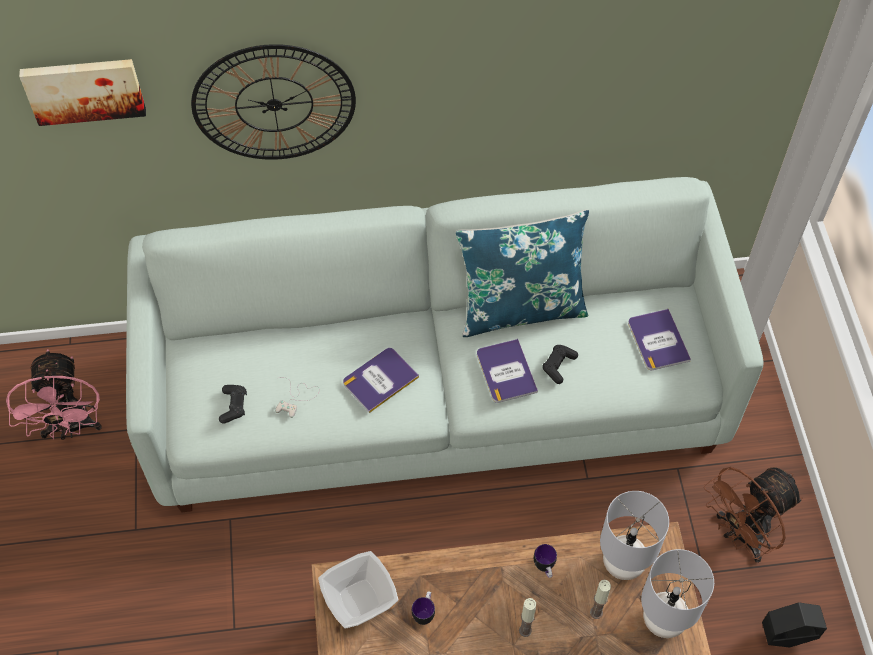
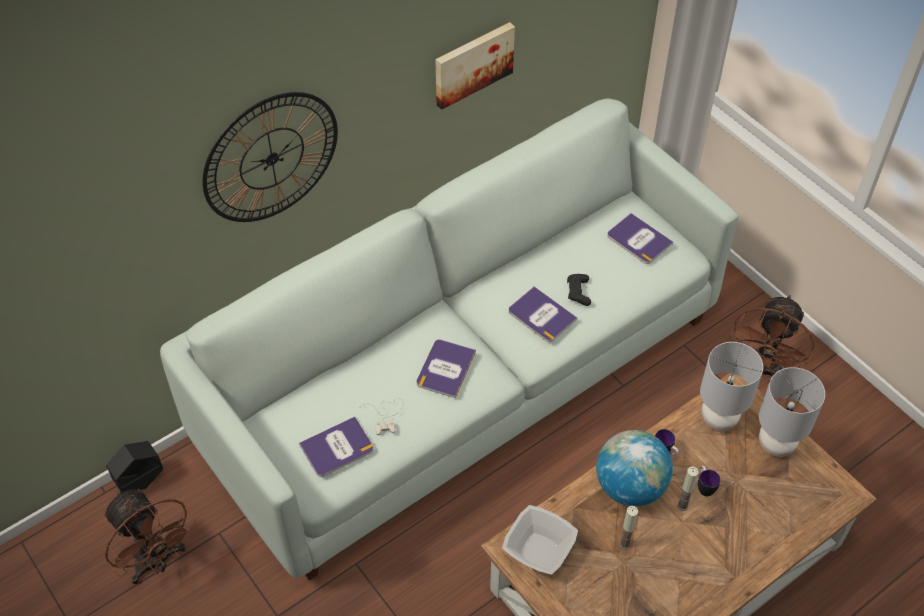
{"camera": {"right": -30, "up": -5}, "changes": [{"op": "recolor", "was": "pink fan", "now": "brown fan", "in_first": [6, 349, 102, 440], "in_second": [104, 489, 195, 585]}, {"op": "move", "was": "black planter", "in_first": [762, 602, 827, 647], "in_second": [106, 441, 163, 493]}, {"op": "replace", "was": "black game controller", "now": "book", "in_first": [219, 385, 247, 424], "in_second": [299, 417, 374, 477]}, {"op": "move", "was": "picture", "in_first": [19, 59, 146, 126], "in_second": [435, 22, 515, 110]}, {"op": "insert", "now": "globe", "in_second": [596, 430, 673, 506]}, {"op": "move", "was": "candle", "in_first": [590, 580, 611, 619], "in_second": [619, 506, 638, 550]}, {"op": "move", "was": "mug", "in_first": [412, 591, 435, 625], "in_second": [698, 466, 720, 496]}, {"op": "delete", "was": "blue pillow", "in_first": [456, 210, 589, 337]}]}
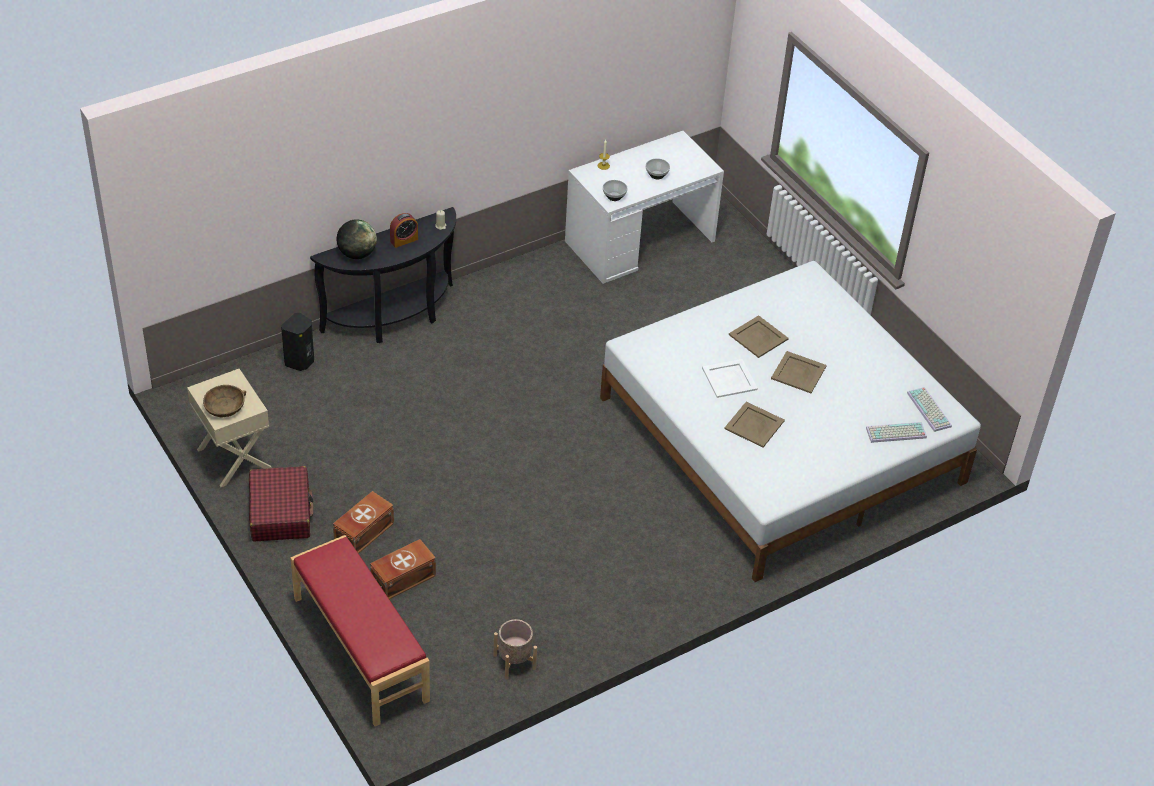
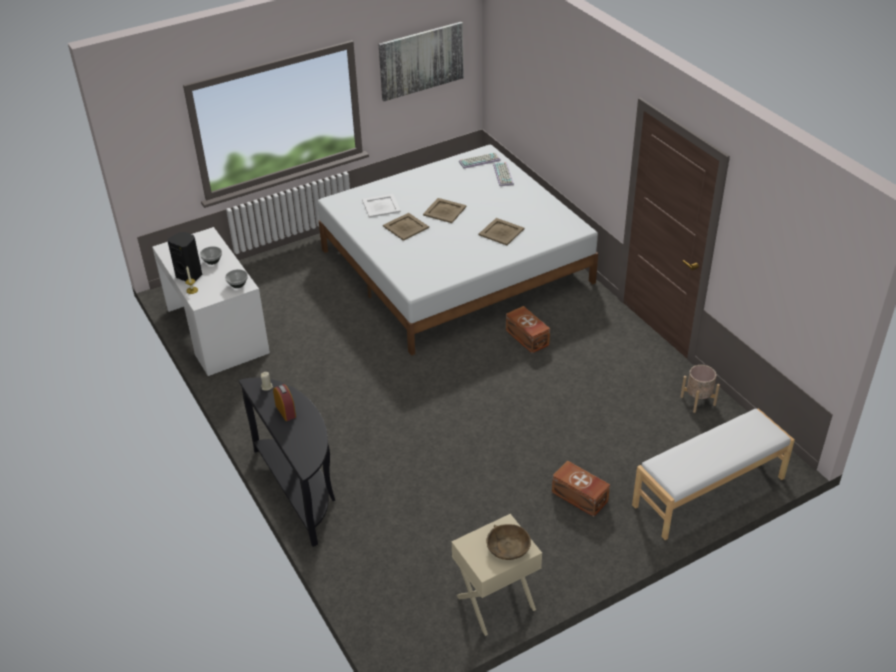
{"camera": {"right": -85, "up": -5}, "changes": [{"op": "move", "was": "black speaker", "in_first": [281, 313, 314, 371], "in_second": [168, 232, 203, 282]}, {"op": "move", "was": "white tray", "in_first": [702, 359, 758, 398], "in_second": [362, 194, 401, 218]}, {"op": "insert", "now": "picture", "in_second": [379, 22, 463, 101]}, {"op": "move", "was": "brown storage box", "in_first": [370, 539, 436, 599], "in_second": [506, 306, 550, 353]}, {"op": "recolor", "was": "red bench", "now": "white bench", "in_first": [290, 535, 430, 726], "in_second": [632, 408, 795, 540]}, {"op": "delete", "was": "red suitcase", "in_first": [249, 466, 313, 542]}, {"op": "delete", "was": "globe", "in_first": [337, 219, 377, 259]}]}
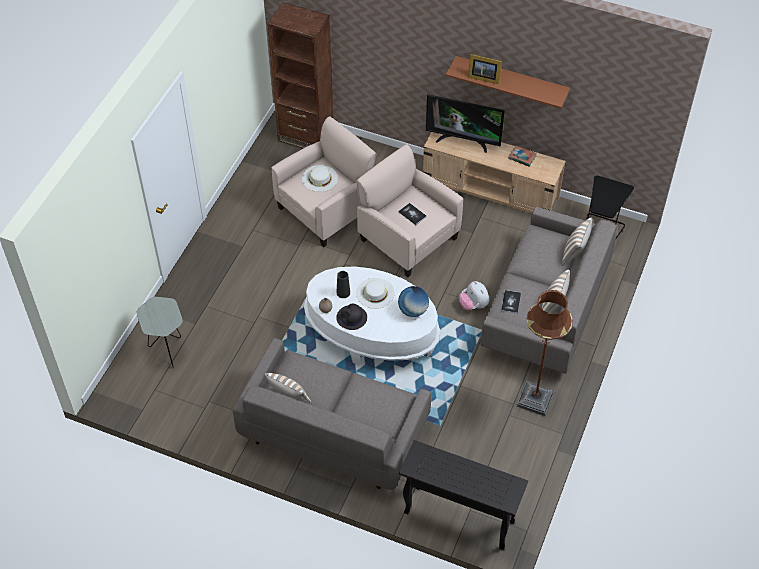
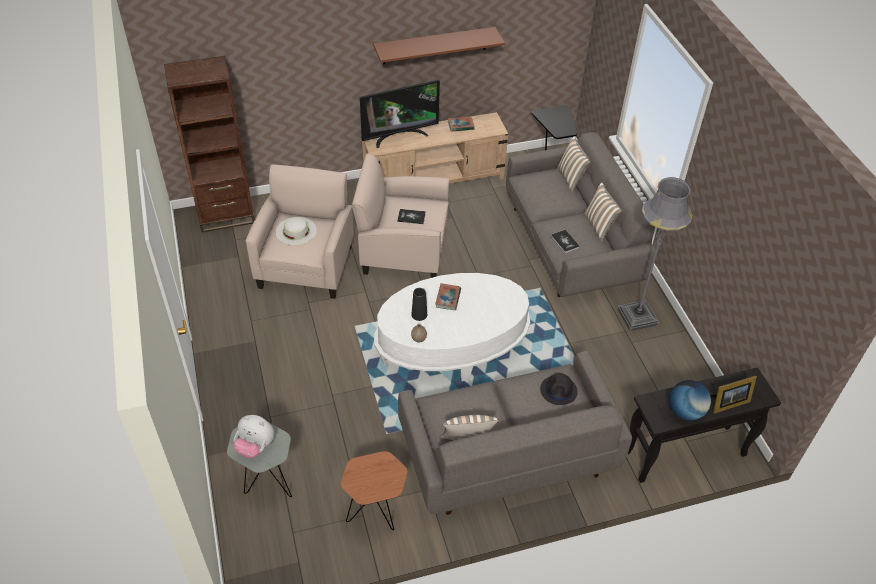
{"camera": {"right": -40, "up": -5}, "changes": [{"op": "move", "was": "plush toy", "in_first": [459, 281, 489, 310], "in_second": [233, 415, 275, 458]}, {"op": "insert", "now": "brown side table", "in_second": [341, 451, 408, 531]}, {"op": "replace", "was": "white hat", "now": "book", "in_first": [356, 278, 395, 309], "in_second": [435, 283, 461, 310]}, {"op": "move", "was": "black hat", "in_first": [336, 304, 367, 330], "in_second": [540, 373, 578, 405]}, {"op": "recolor", "was": "brown floor lamp", "now": "grey floor lamp", "in_first": [517, 290, 573, 416], "in_second": [617, 177, 692, 332]}, {"op": "move", "was": "globe", "in_first": [398, 286, 429, 317], "in_second": [669, 380, 711, 421]}, {"op": "move", "was": "picture frame", "in_first": [468, 54, 502, 84], "in_second": [710, 376, 757, 414]}]}
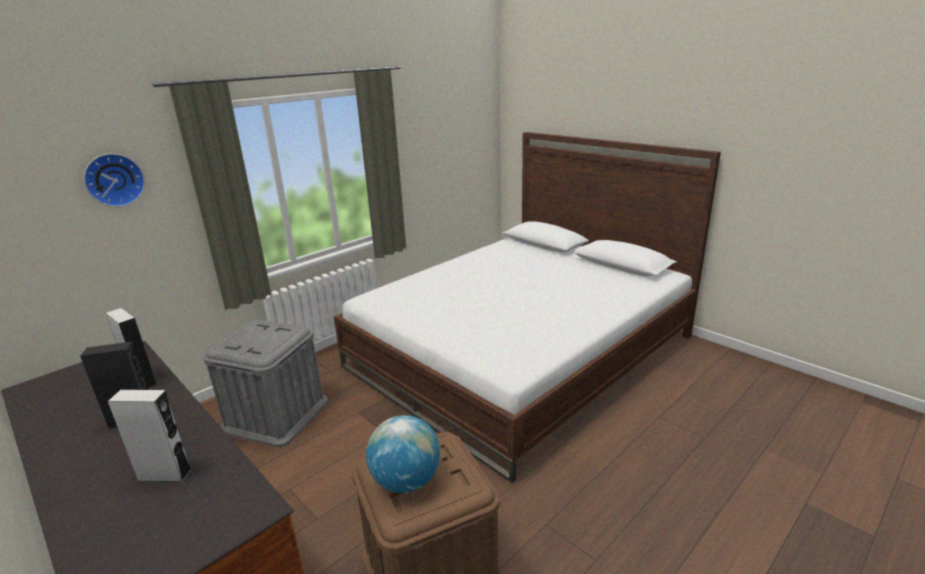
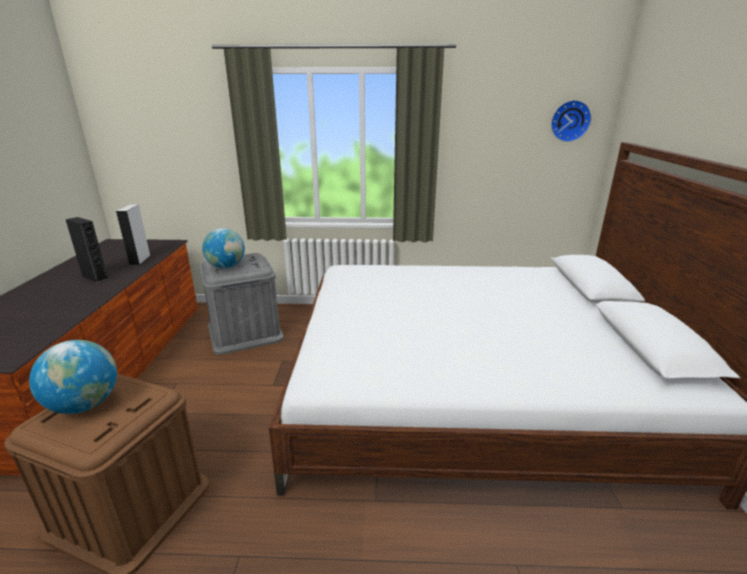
{"camera": {"right": 45, "up": 0}, "changes": [{"op": "insert", "now": "globe", "in_second": [202, 228, 245, 269]}, {"op": "move", "was": "wall clock", "in_first": [84, 153, 145, 207], "in_second": [551, 100, 592, 142]}, {"op": "delete", "was": "grey speaker", "in_first": [108, 390, 192, 482]}]}
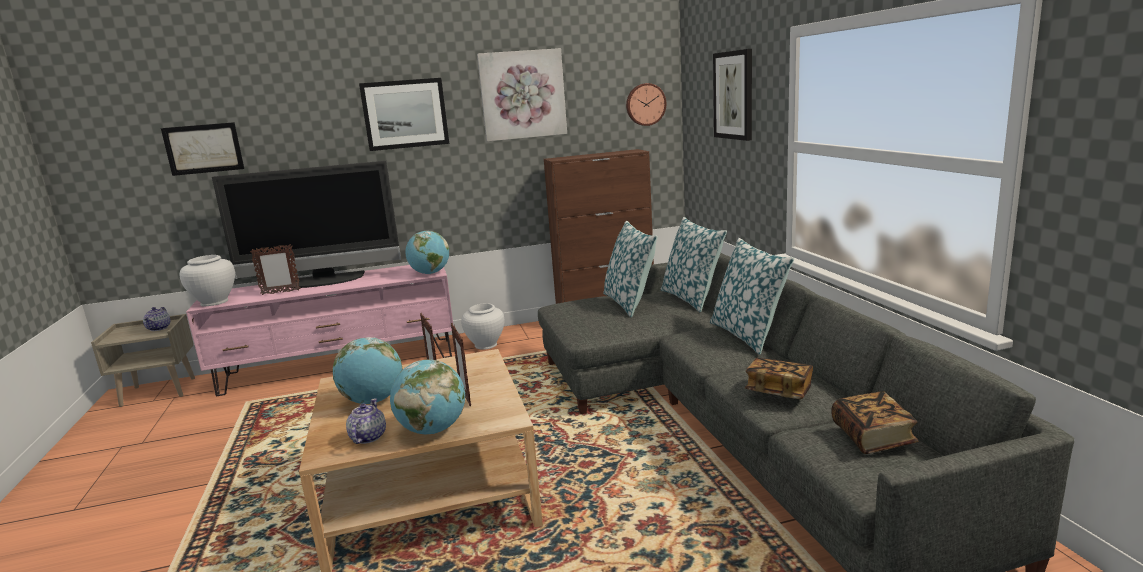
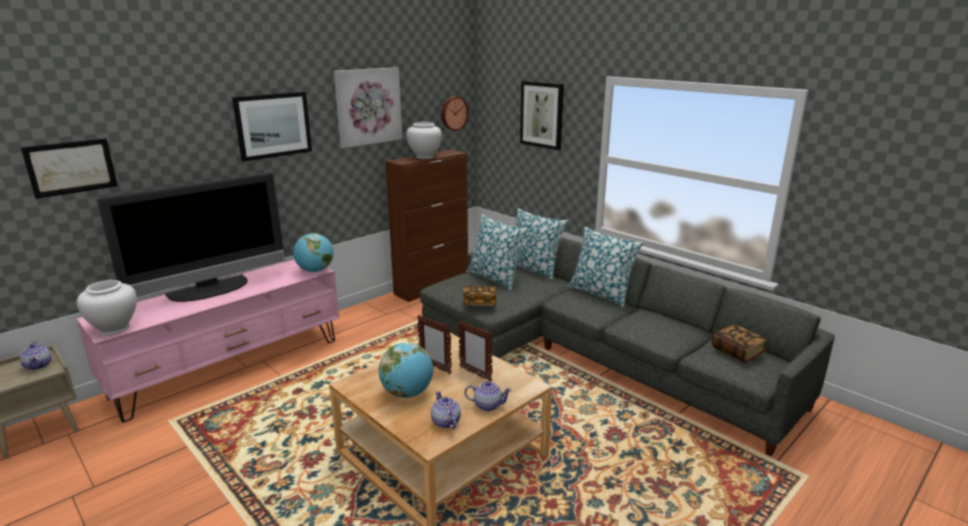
{"camera": {"right": -30, "up": 5}, "changes": [{"op": "move", "was": "white vase", "in_first": [461, 303, 505, 350], "in_second": [406, 122, 442, 159]}, {"op": "move", "was": "book", "in_first": [745, 358, 813, 399], "in_second": [463, 286, 497, 306]}, {"op": "replace", "was": "globe", "now": "teapot", "in_first": [390, 359, 465, 434], "in_second": [464, 381, 512, 411]}, {"op": "delete", "was": "picture frame", "in_first": [250, 244, 301, 295]}]}
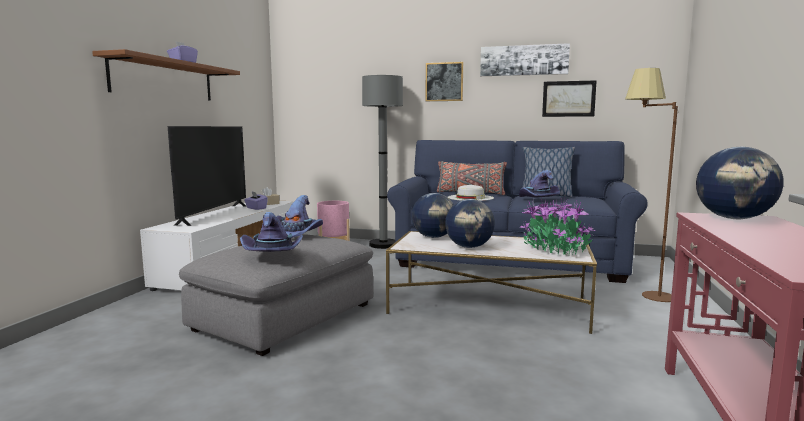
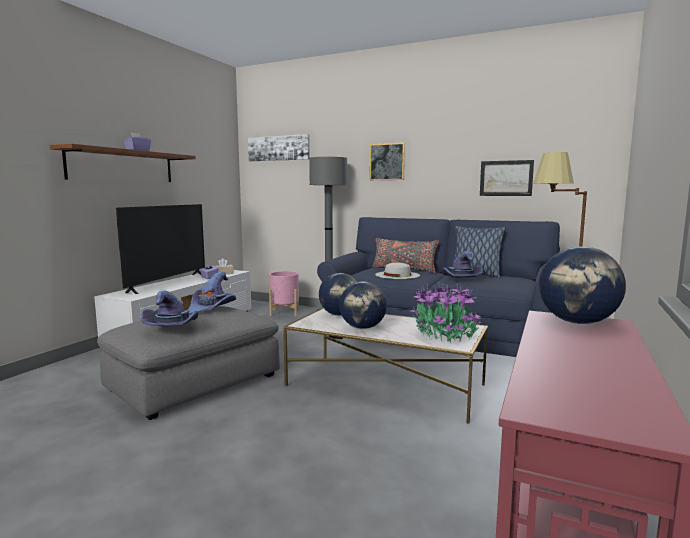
{"camera": {"right": 10, "up": 0}, "changes": [{"op": "move", "was": "picture", "in_first": [480, 43, 570, 76], "in_second": [248, 134, 310, 161]}]}
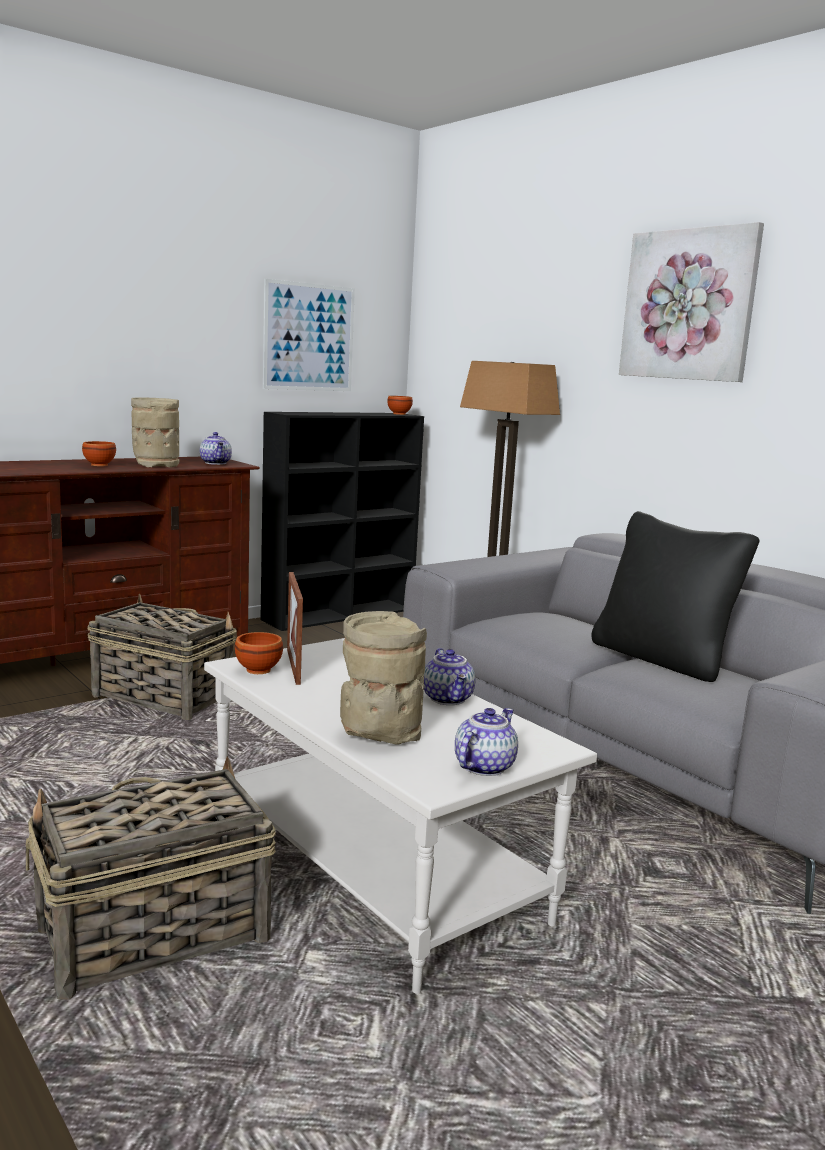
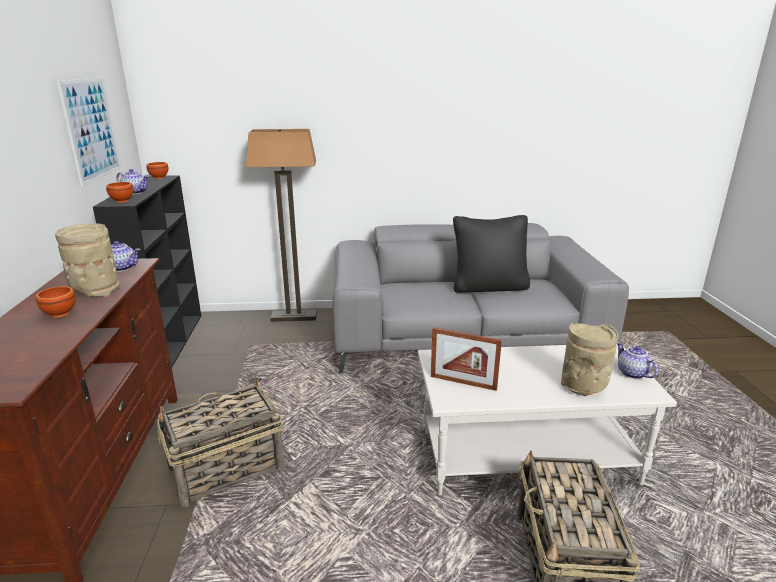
{"camera": {"right": -55, "up": 10}, "changes": [{"op": "move", "was": "brown bowl", "in_first": [235, 632, 283, 674], "in_second": [106, 182, 134, 203]}, {"op": "move", "was": "teapot", "in_first": [424, 648, 475, 705], "in_second": [116, 169, 149, 194]}, {"op": "delete", "was": "picture", "in_first": [619, 222, 764, 382]}]}
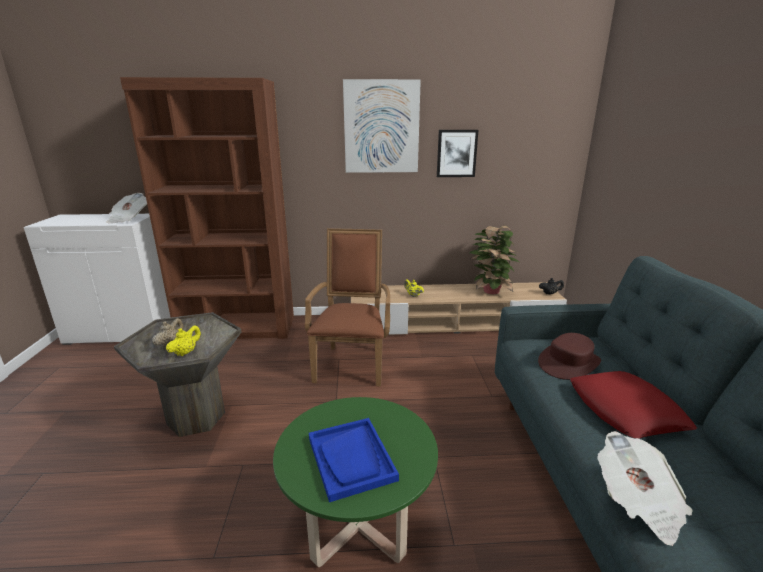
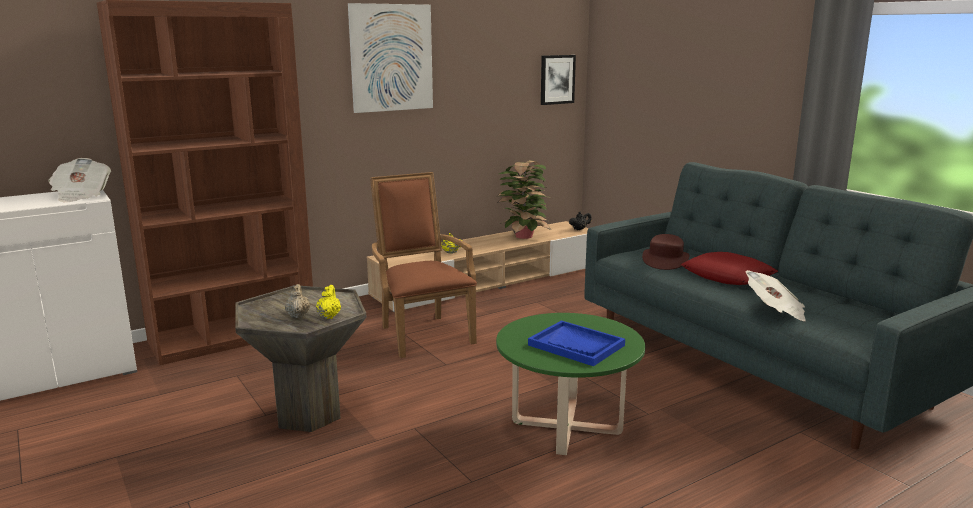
{"camera": {"right": -30, "up": -5}, "changes": [{"op": "move", "was": "picture", "in_first": [437, 130, 479, 177], "in_second": [541, 55, 576, 105]}]}
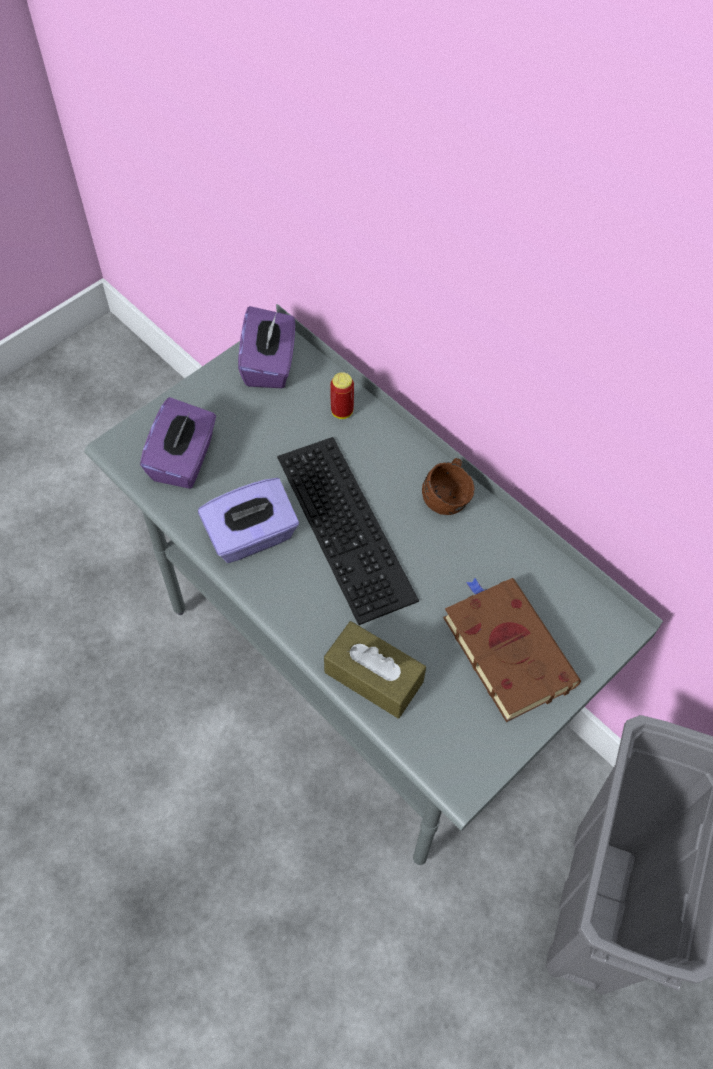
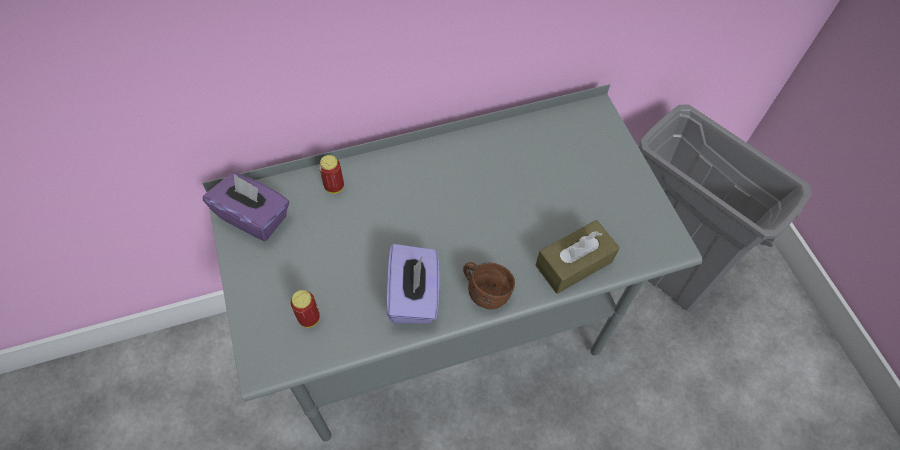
{"camera": {"right": -65, "up": 0}, "changes": [{"op": "replace", "was": "purple tissue box", "now": "can", "in_first": [140, 397, 216, 489], "in_second": [291, 290, 320, 328]}, {"op": "move", "was": "brown mug", "in_first": [422, 458, 474, 515], "in_second": [463, 262, 515, 309]}, {"op": "delete", "was": "keyboard", "in_first": [277, 437, 419, 625]}, {"op": "delete", "was": "brown book", "in_first": [443, 578, 581, 722]}]}
